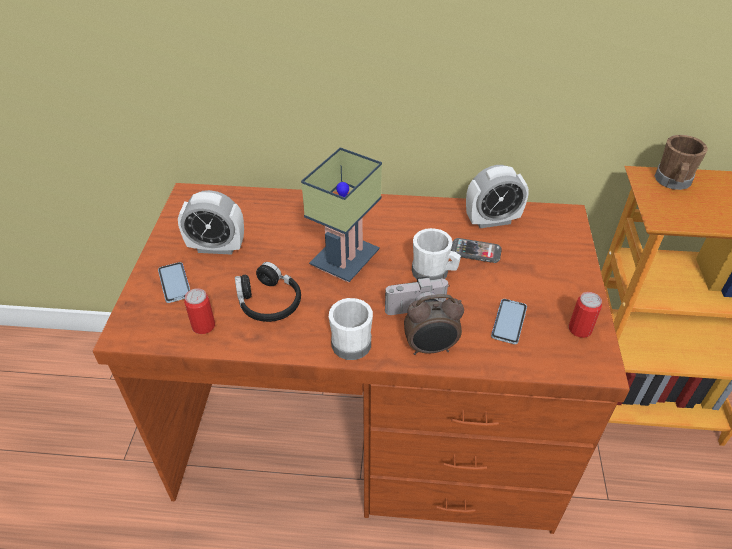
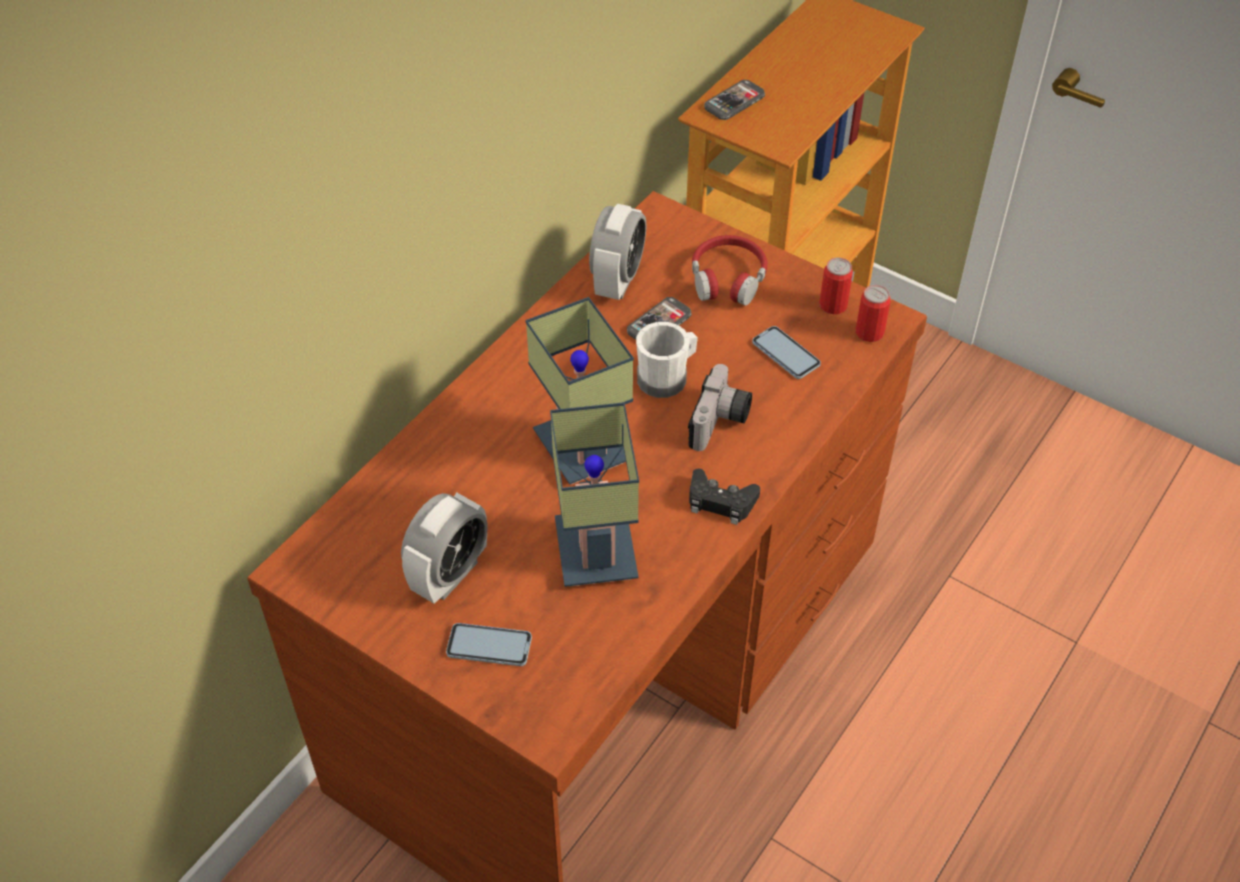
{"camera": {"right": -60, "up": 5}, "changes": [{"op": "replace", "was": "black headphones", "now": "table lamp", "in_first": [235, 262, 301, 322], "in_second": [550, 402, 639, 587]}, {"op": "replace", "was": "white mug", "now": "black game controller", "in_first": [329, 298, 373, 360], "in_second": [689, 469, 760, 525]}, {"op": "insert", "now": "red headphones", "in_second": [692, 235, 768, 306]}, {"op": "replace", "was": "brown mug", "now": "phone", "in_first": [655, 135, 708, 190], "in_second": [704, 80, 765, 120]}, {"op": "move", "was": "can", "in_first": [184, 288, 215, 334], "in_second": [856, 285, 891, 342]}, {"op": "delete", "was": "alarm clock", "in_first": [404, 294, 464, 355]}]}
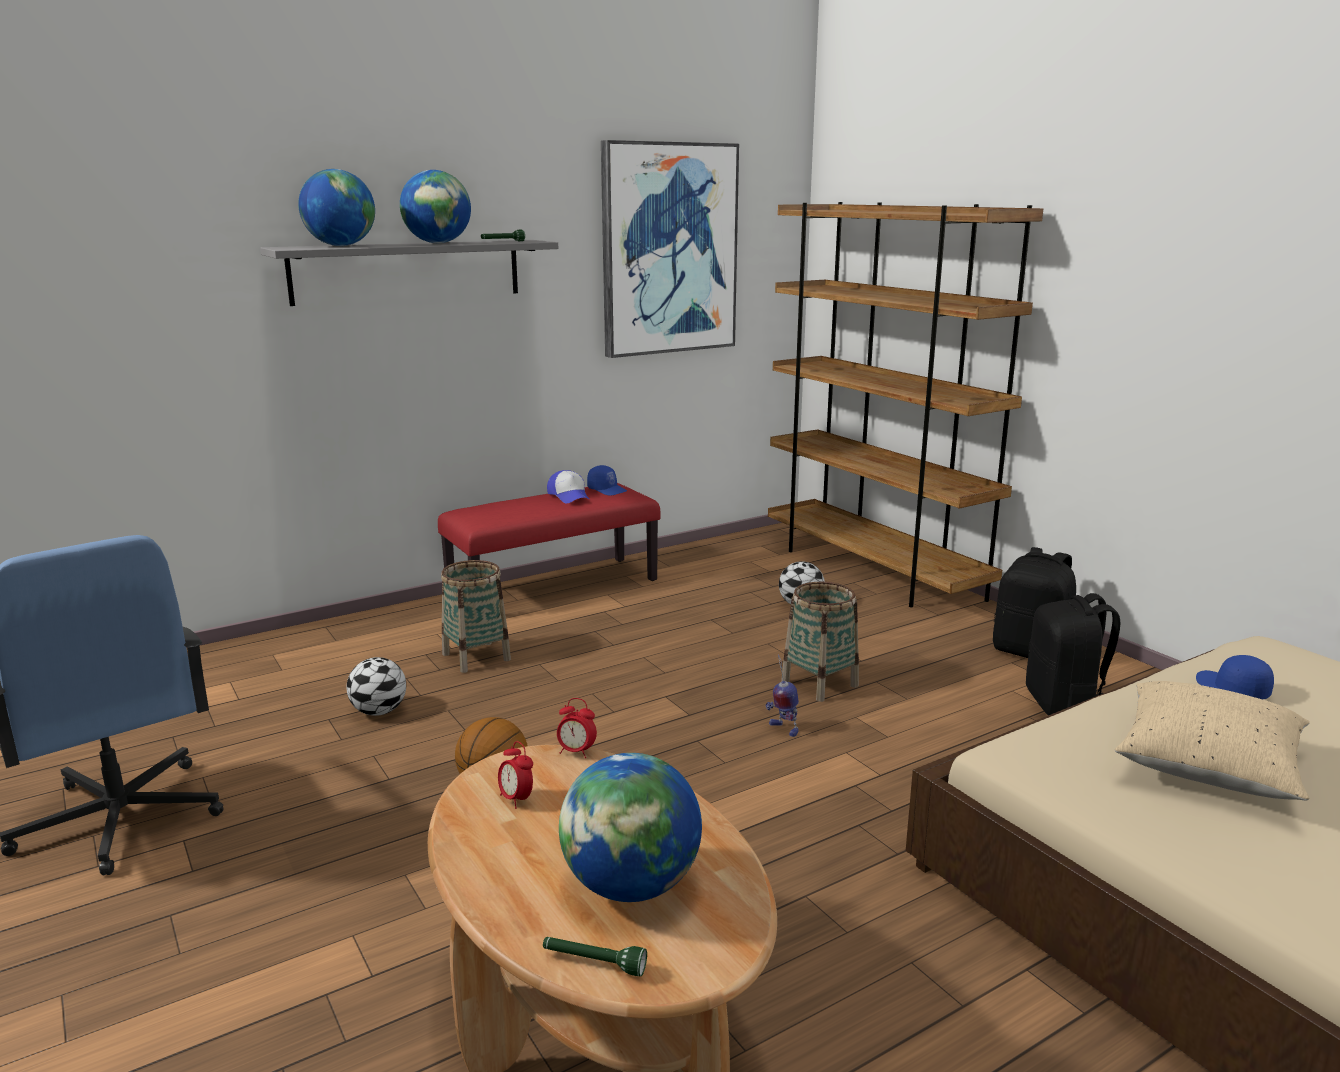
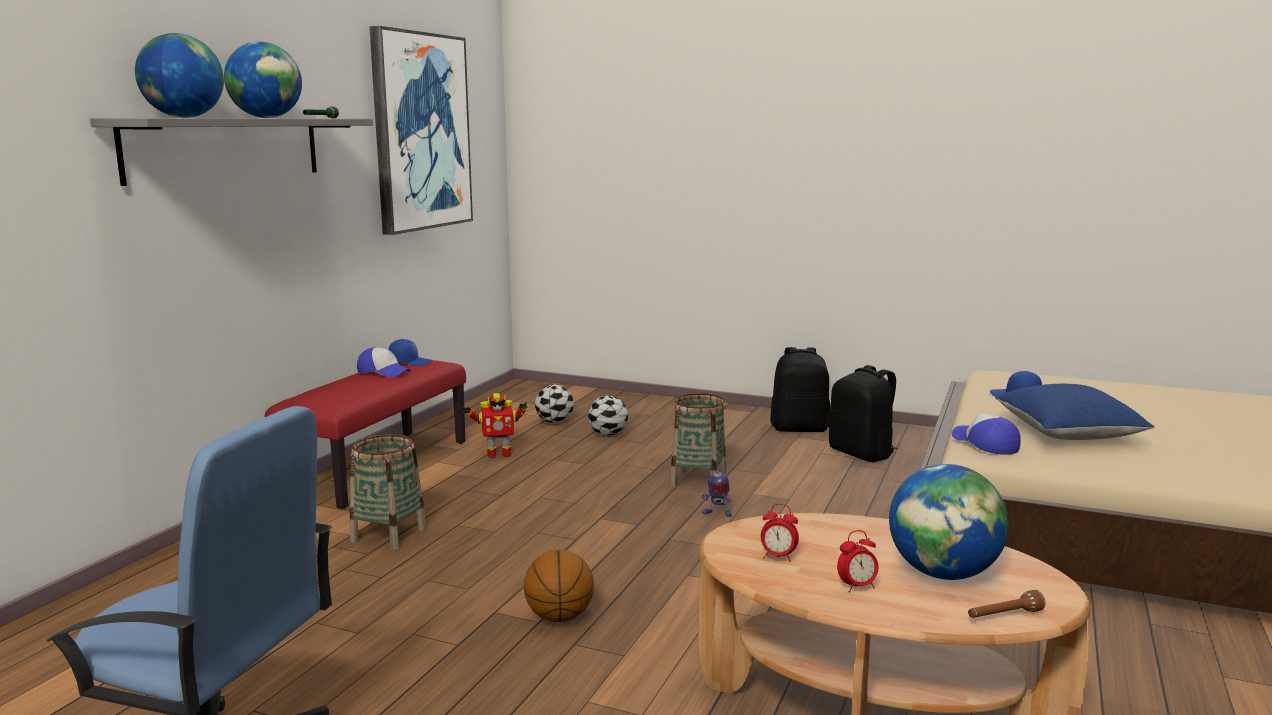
{"camera": {"right": -35, "up": -5}, "changes": [{"op": "insert", "now": "toy robot", "in_second": [463, 393, 527, 458]}, {"op": "move", "was": "football", "in_first": [347, 657, 406, 716], "in_second": [535, 384, 574, 423]}, {"op": "move", "was": "alarm clock", "in_first": [557, 698, 597, 758], "in_second": [837, 530, 878, 592]}, {"op": "insert", "now": "cap", "in_second": [952, 413, 1021, 455]}, {"op": "recolor", "was": "green flashlight", "now": "brown flashlight", "in_first": [543, 937, 647, 976], "in_second": [968, 590, 1045, 618]}, {"op": "recolor", "was": "beige pillow", "now": "blue pillow", "in_first": [1115, 681, 1310, 801], "in_second": [995, 384, 1154, 440]}, {"op": "delete", "was": "brown bookcase", "in_first": [768, 202, 1043, 607]}]}
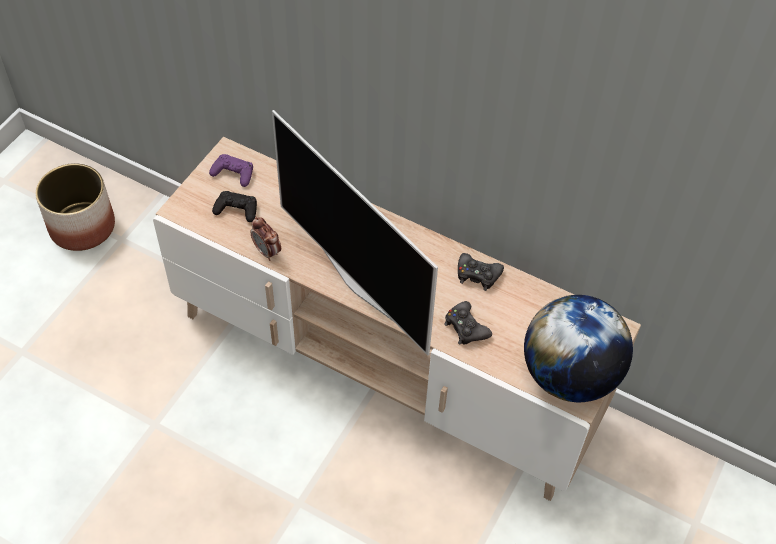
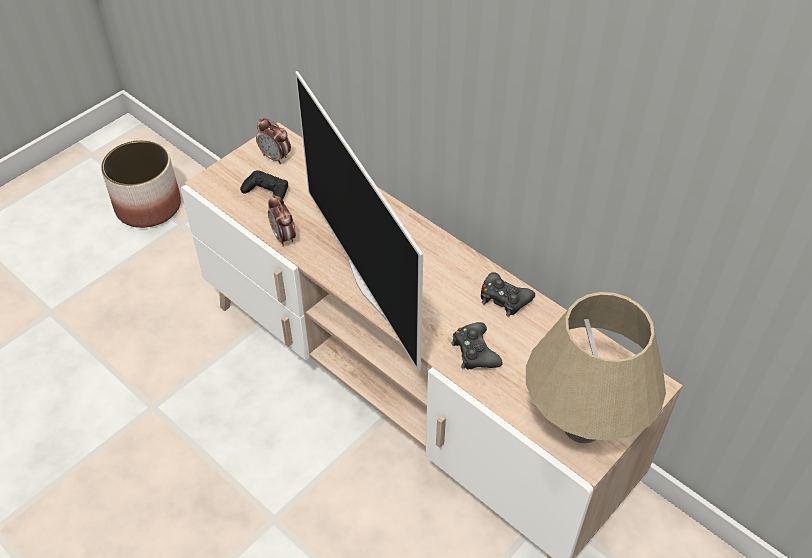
{"camera": {"right": 15, "up": -5}, "changes": [{"op": "replace", "was": "purple game controller", "now": "alarm clock", "in_first": [209, 154, 253, 187], "in_second": [256, 118, 291, 164]}, {"op": "replace", "was": "globe", "now": "beige table lamp", "in_first": [524, 295, 633, 402], "in_second": [526, 292, 666, 443]}]}
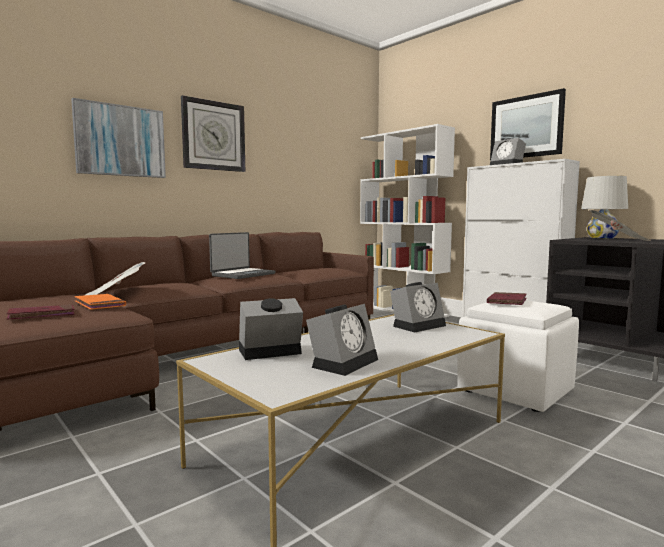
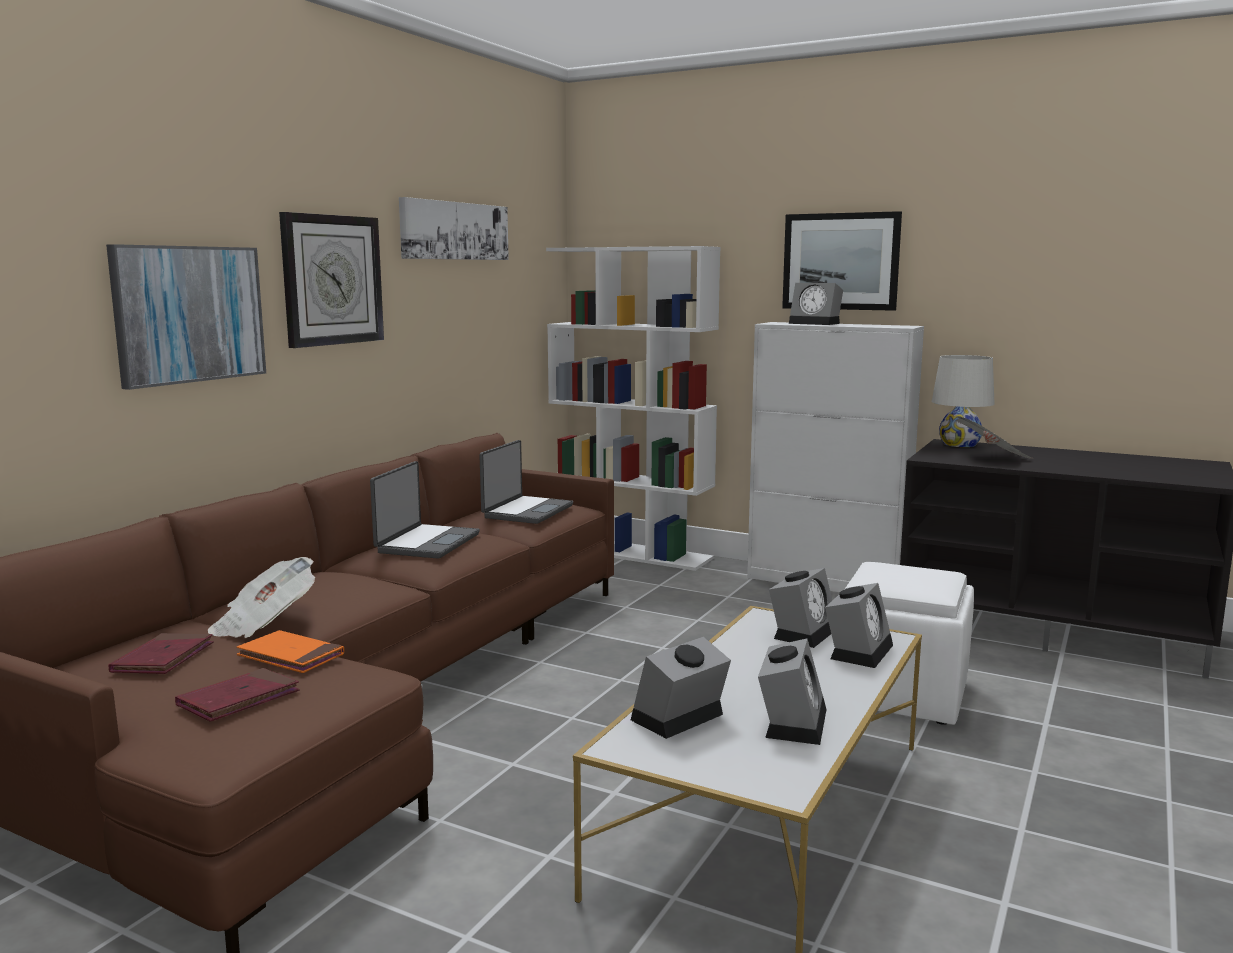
{"camera": {"right": -20, "up": 5}, "changes": [{"op": "move", "was": "red book", "in_first": [487, 292, 527, 305], "in_second": [108, 633, 214, 674]}, {"op": "insert", "now": "picture", "in_second": [399, 197, 509, 260]}, {"op": "insert", "now": "laptop", "in_second": [479, 440, 573, 524]}, {"op": "insert", "now": "alarm clock", "in_second": [825, 583, 893, 668]}]}
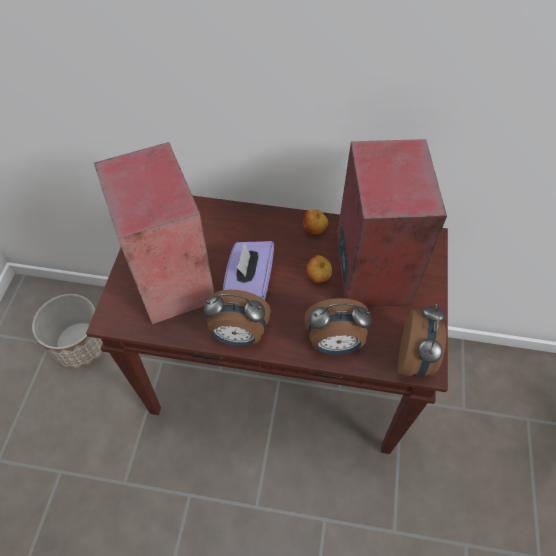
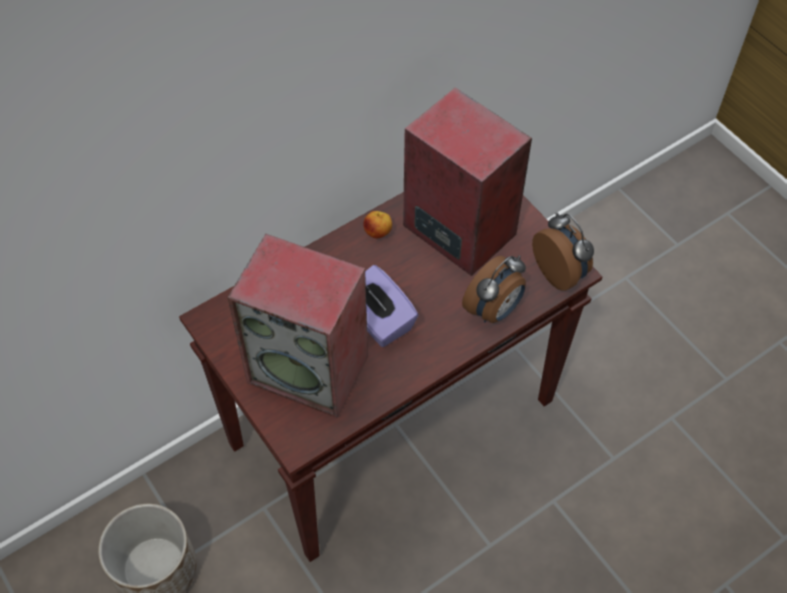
{"camera": {"right": -45, "up": 0}, "changes": [{"op": "delete", "was": "alarm clock", "in_first": [204, 290, 271, 346]}, {"op": "delete", "was": "apple", "in_first": [306, 255, 332, 283]}]}
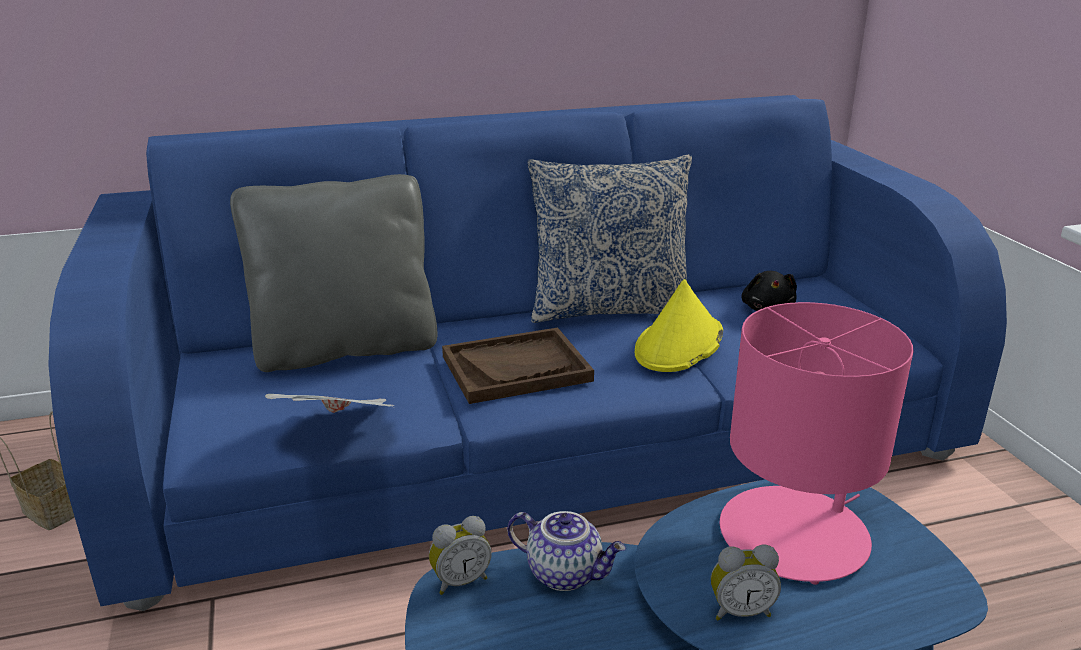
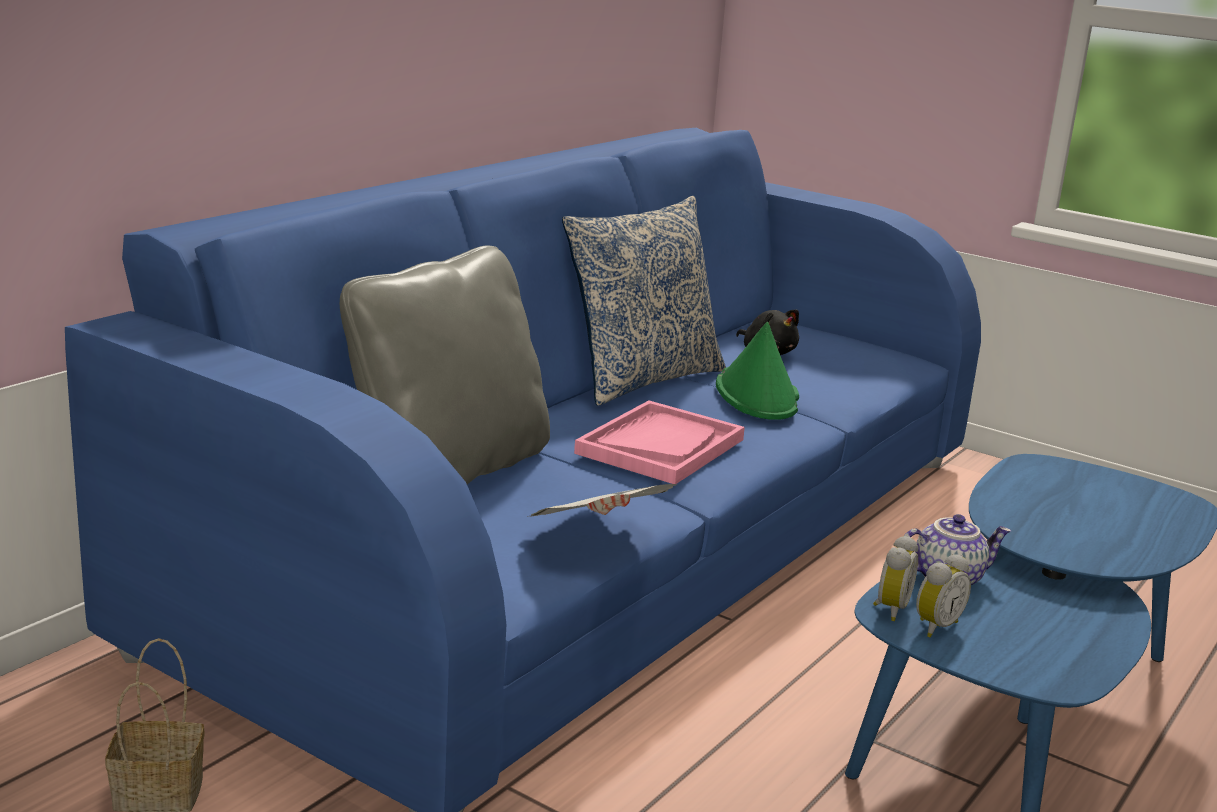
{"camera": {"right": -40, "up": -5}, "changes": [{"op": "recolor", "was": "brown tray", "now": "pink tray", "in_first": [442, 327, 594, 404], "in_second": [574, 400, 745, 484]}, {"op": "recolor", "was": "yellow hat", "now": "green hat", "in_first": [635, 279, 723, 372], "in_second": [716, 322, 799, 420]}, {"op": "move", "was": "alarm clock", "in_first": [711, 544, 781, 621], "in_second": [916, 554, 971, 638]}, {"op": "delete", "was": "pink table lamp", "in_first": [720, 302, 914, 585]}]}
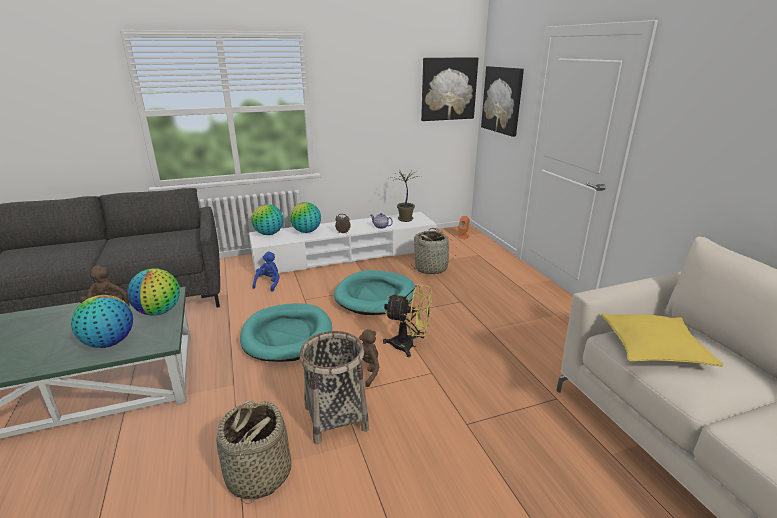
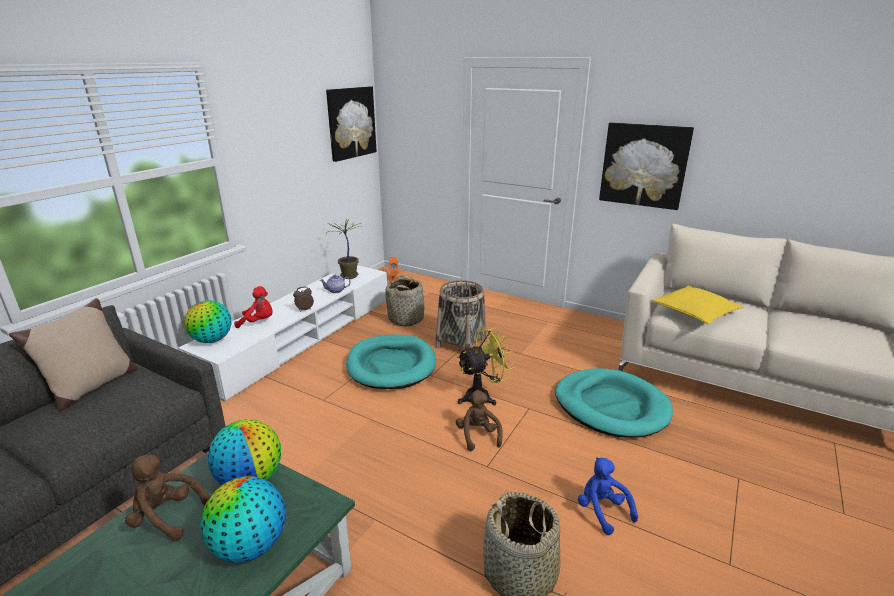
{"camera": {"right": -40, "up": 0}, "changes": [{"op": "insert", "now": "beige pillow", "in_second": [9, 298, 138, 410]}, {"op": "replace", "was": "globe", "now": "red plush toy", "in_first": [290, 202, 321, 233], "in_second": [234, 286, 273, 328]}, {"op": "move", "was": "basket", "in_first": [300, 331, 369, 444], "in_second": [435, 280, 486, 349]}, {"op": "move", "was": "turquoise dog bed", "in_first": [240, 303, 332, 362], "in_second": [555, 368, 673, 438]}, {"op": "move", "was": "blue plush toy", "in_first": [252, 252, 280, 292], "in_second": [578, 457, 638, 535]}, {"op": "move", "was": "picture", "in_first": [481, 66, 524, 137], "in_second": [599, 122, 694, 210]}]}
